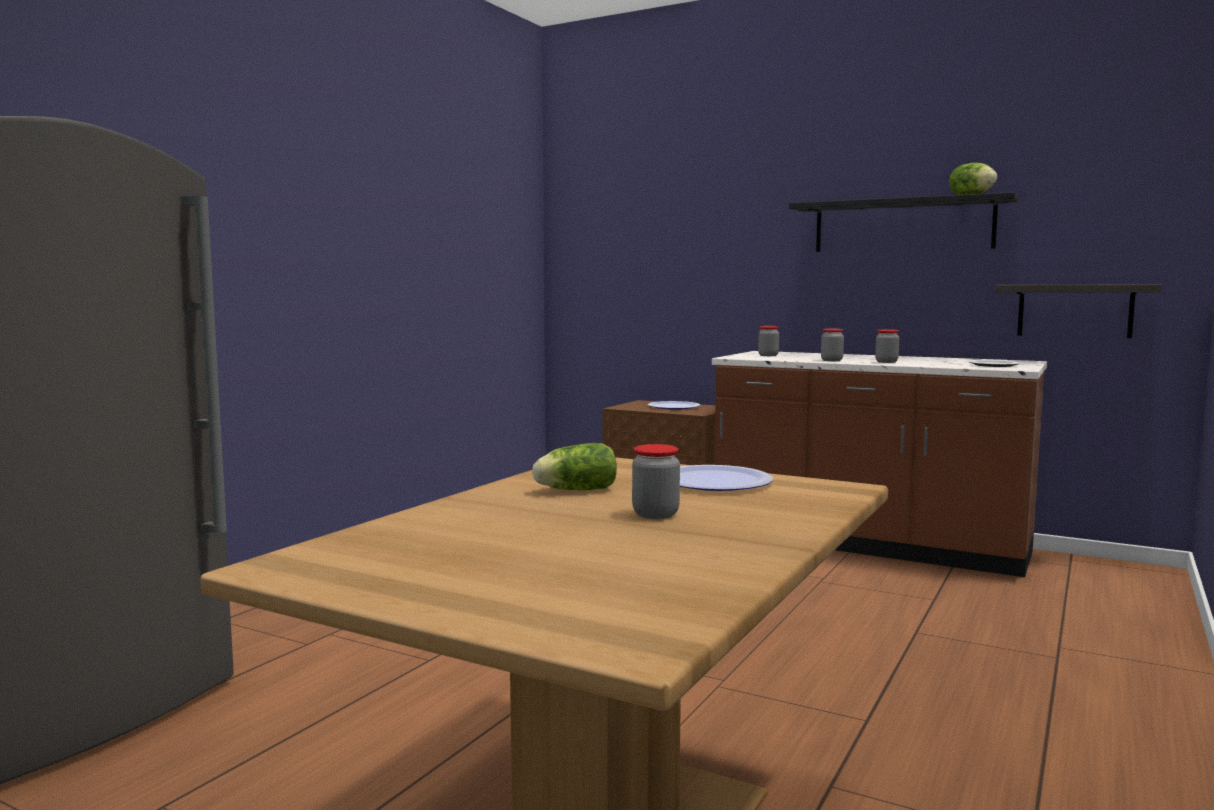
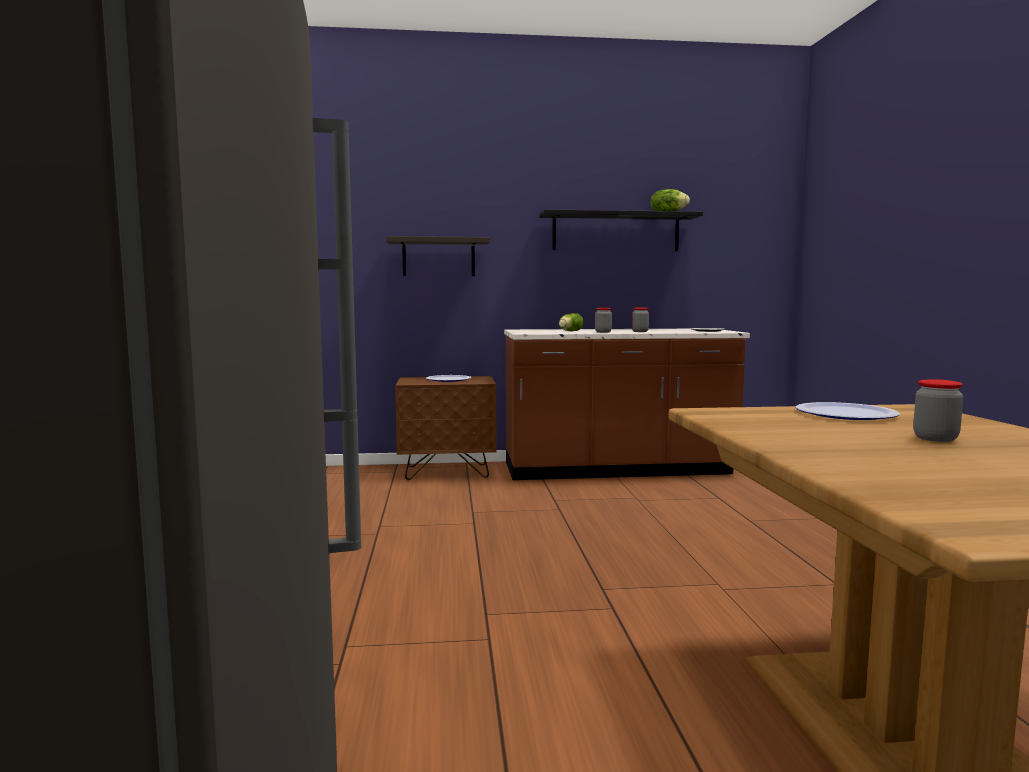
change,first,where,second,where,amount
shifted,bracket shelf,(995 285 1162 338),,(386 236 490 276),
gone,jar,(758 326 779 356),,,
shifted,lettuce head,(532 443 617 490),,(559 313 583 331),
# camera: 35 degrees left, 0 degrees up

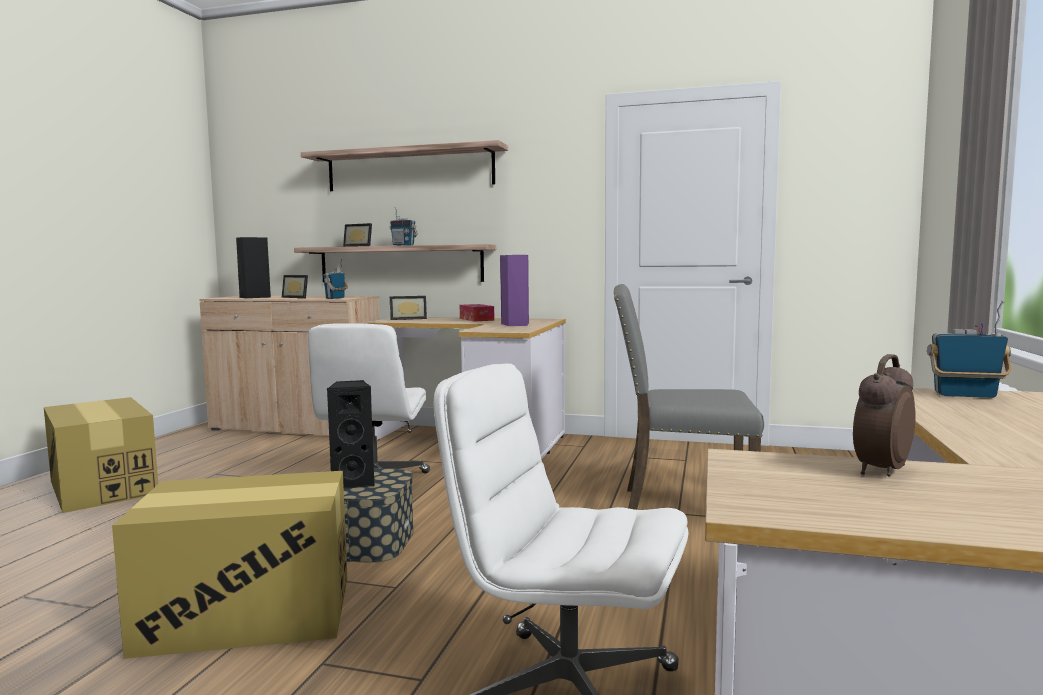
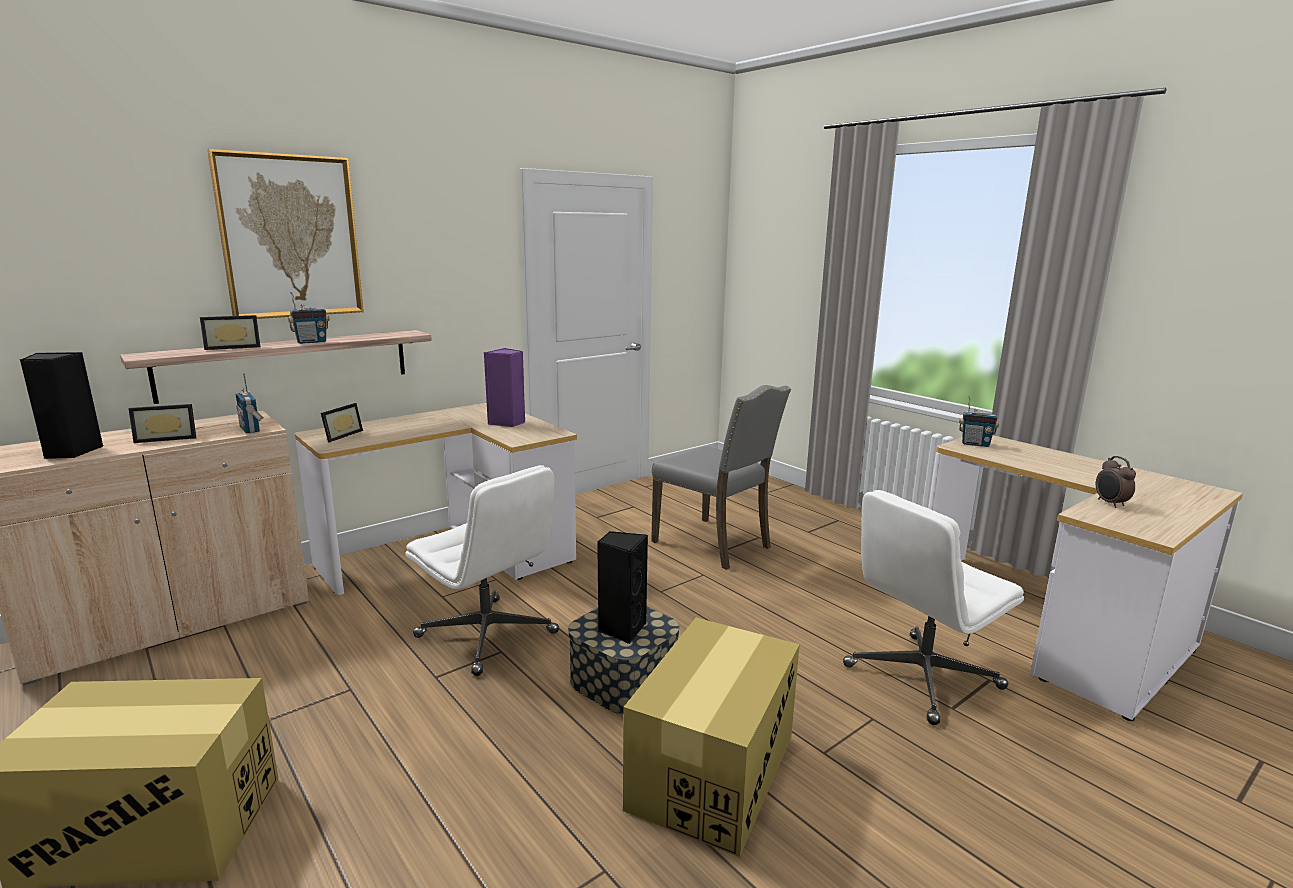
change,first,where,second,where,amount
swapped,bracket shelf,(301 140 508 191),picture,(207 149 364 319),
rotated,gray upright chair,(614 284 764 510),,(651 385 791 570),90 degrees counterclockwise
rotated,radio receiver,(927 301 1011 398),,(959 396 999 447),120 degrees counterclockwise
gone,tissue box,(460 304 494 322),,,
# camera: 55 degrees left, 10 degrees up

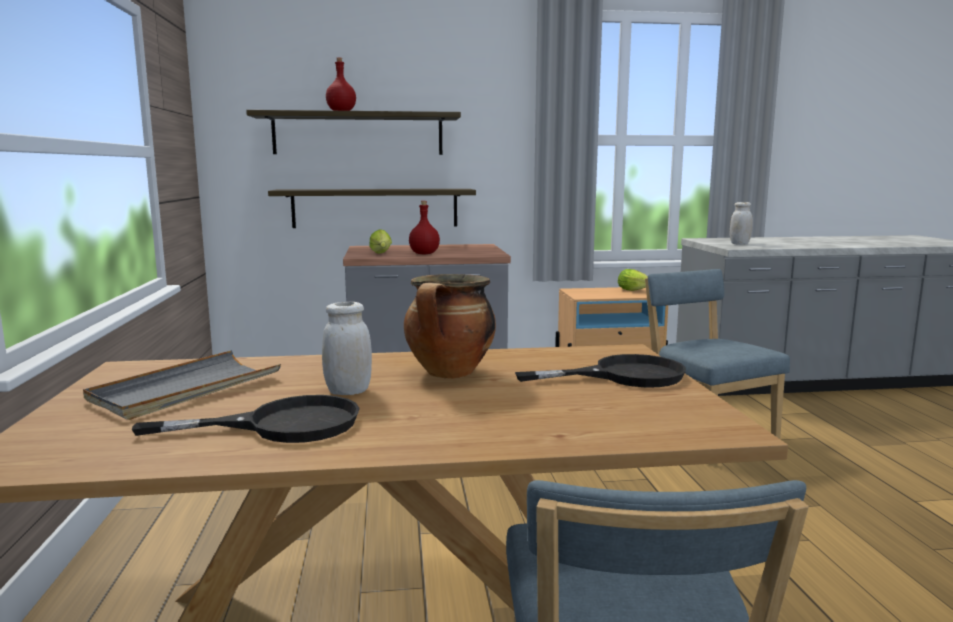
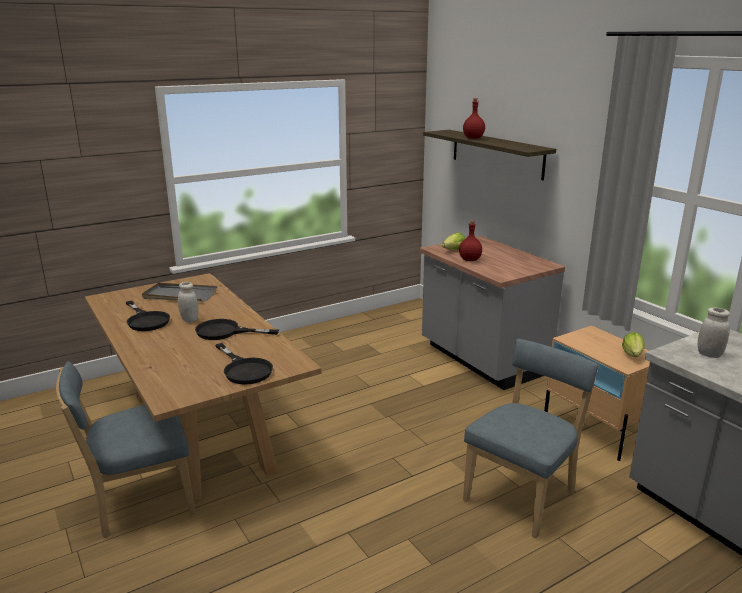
change,first,where,second,where,amount
gone,bracket shelf,(268 189 476 228),,,
swapped,cooking pot,(404 274 496 379),black pan,(195 319 279 340),
# camera: 65 degrees right, 10 degrees up

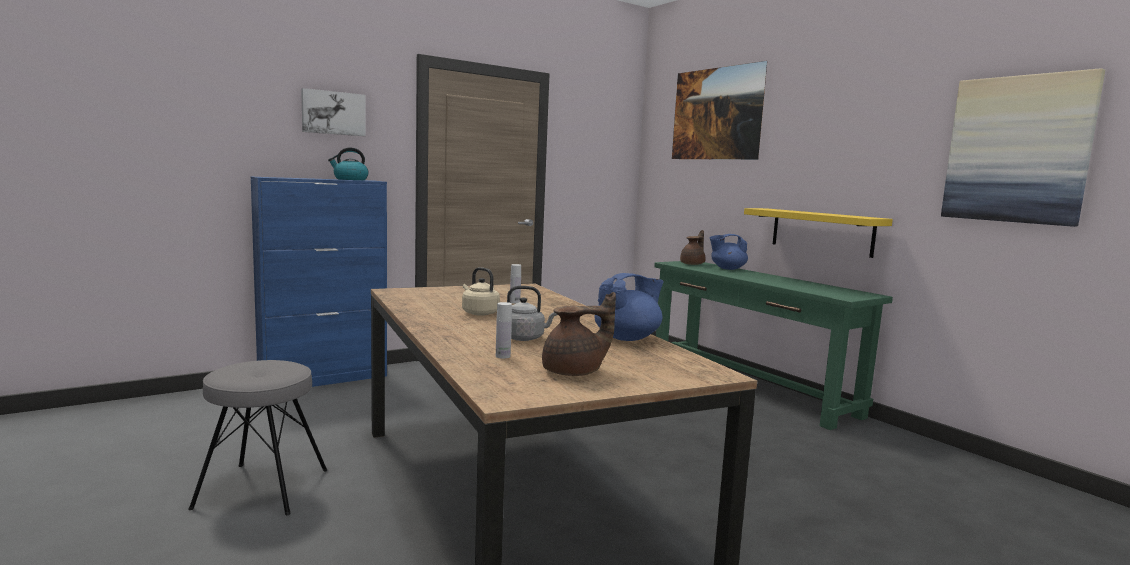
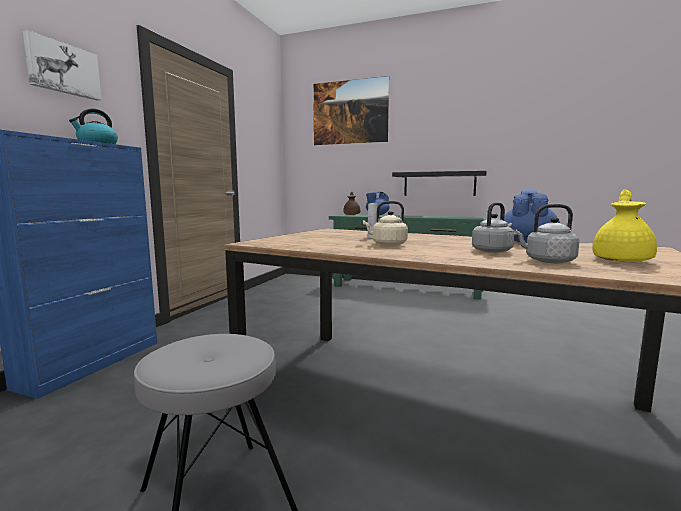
change,first,where,second,where,amount
gone,picture,(941 68 1105 227),,,
repainted,yellow-coloured bracket shelf,(744 208 893 258),black bracket shelf,(392 171 487 196),
repainted,brownish tea pot,(542 292 616 376),yellow-coloured tea pot,(593 189 657 262),
swapped,white-coloured beverage bottle,(496 302 512 359),gray tea kettle,(514 204 580 263),
# camera: 35 degrees left, 0 degrees up

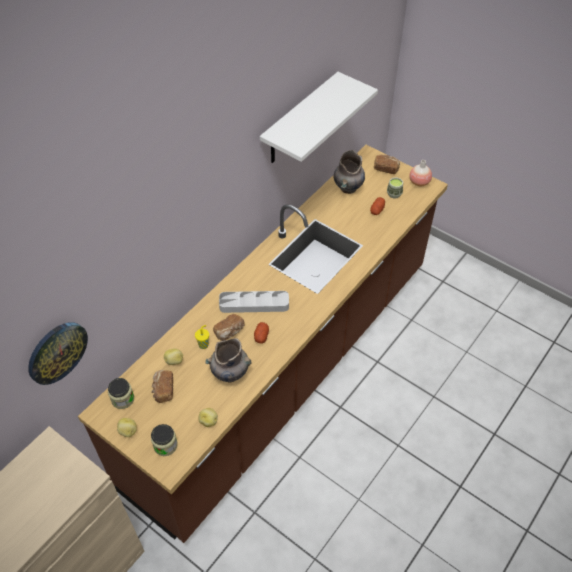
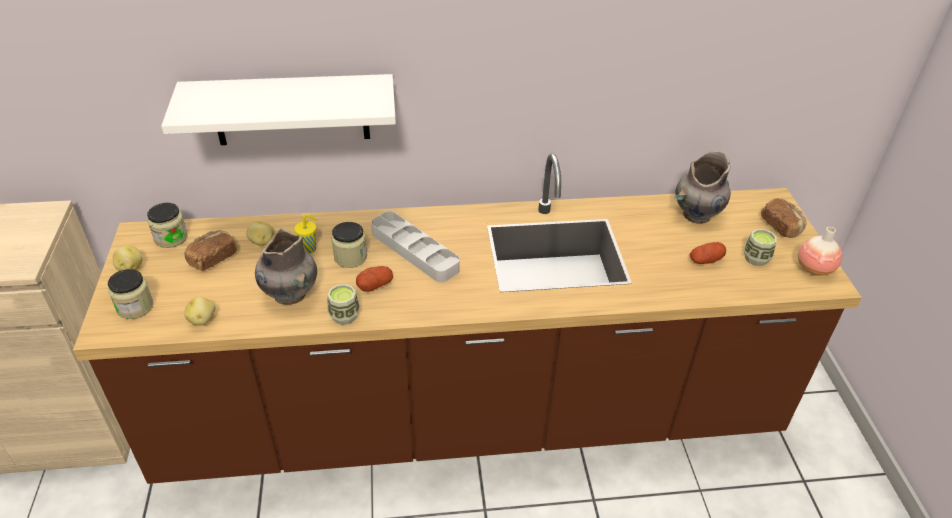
change,first,where,second,where,amount
shifted,white-coloured bracket shelf,(260 72 378 163),,(161 74 396 145),
swapped,baked bread,(213 314 245 341),jar,(332 222 367 268),
gone,hanging clock,(28 322 88 385),,,
new,,,small cup,(328 284 360 325),
# camera: 45 degrees right, 10 degrees down

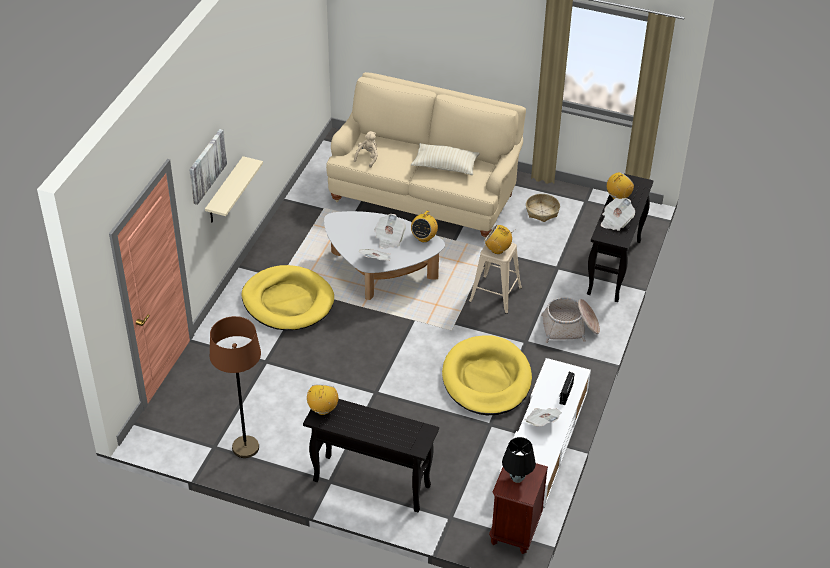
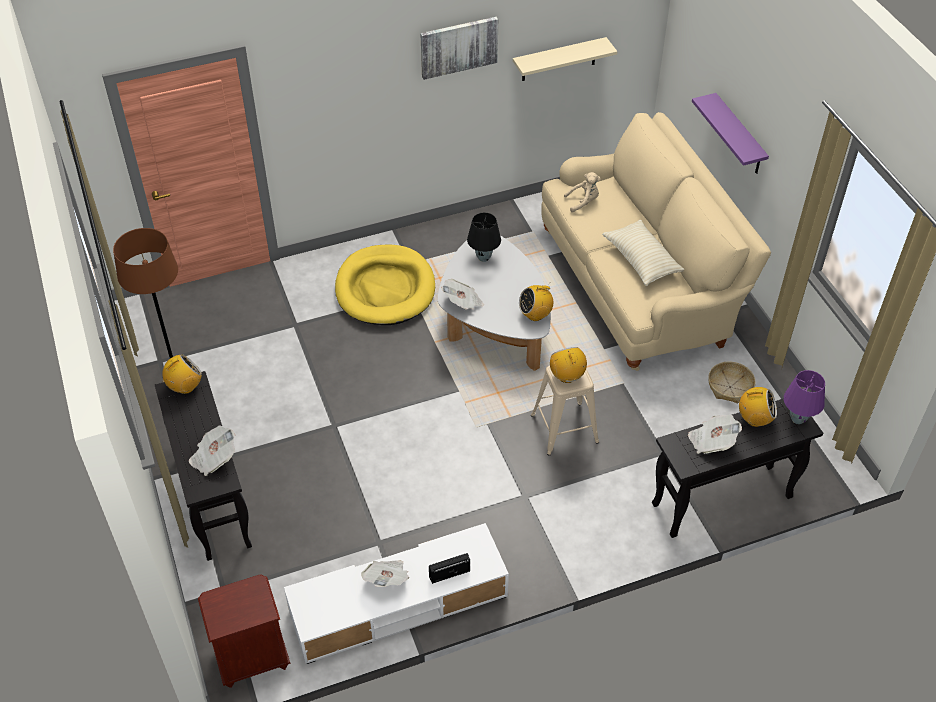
change,first,where,second,where,amount
shifted,picture,(189 129 227 205),,(420 17 498 80),
shifted,sand-coloured bracket shelf,(205 156 263 222),,(513 37 617 81),
shifted,daily paper,(374 214 406 249),,(189 425 235 476),
gone,storage basket,(541 297 600 343),,,
gone,yellow-coloured pet bed,(442 335 532 415),,,
shifted,black tabletop lamp,(502 437 536 483),,(467 212 501 262),
new,,,purple-coloured bracket shelf,(692 93 769 174),
new,,,purple-coloured tabletop lamp,(784 370 825 424),
# camera: 50 degrees right, 5 degrees up

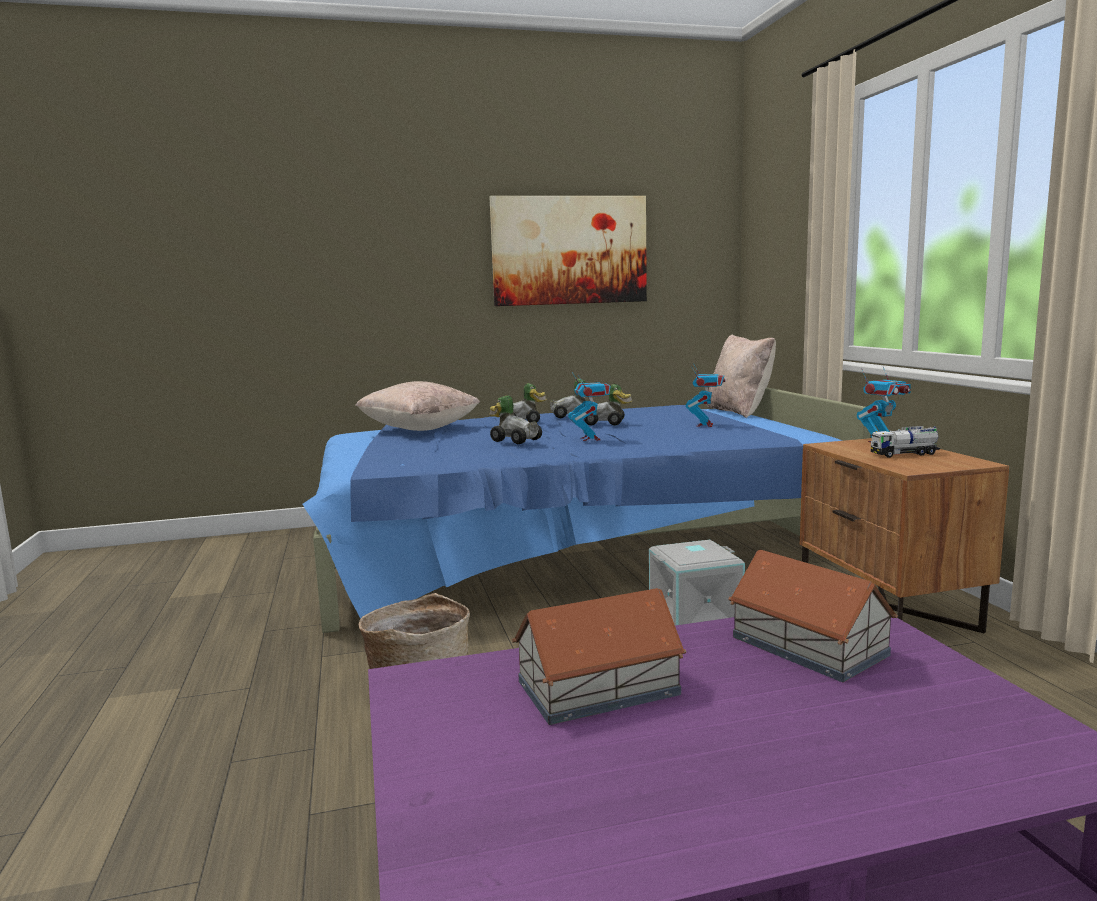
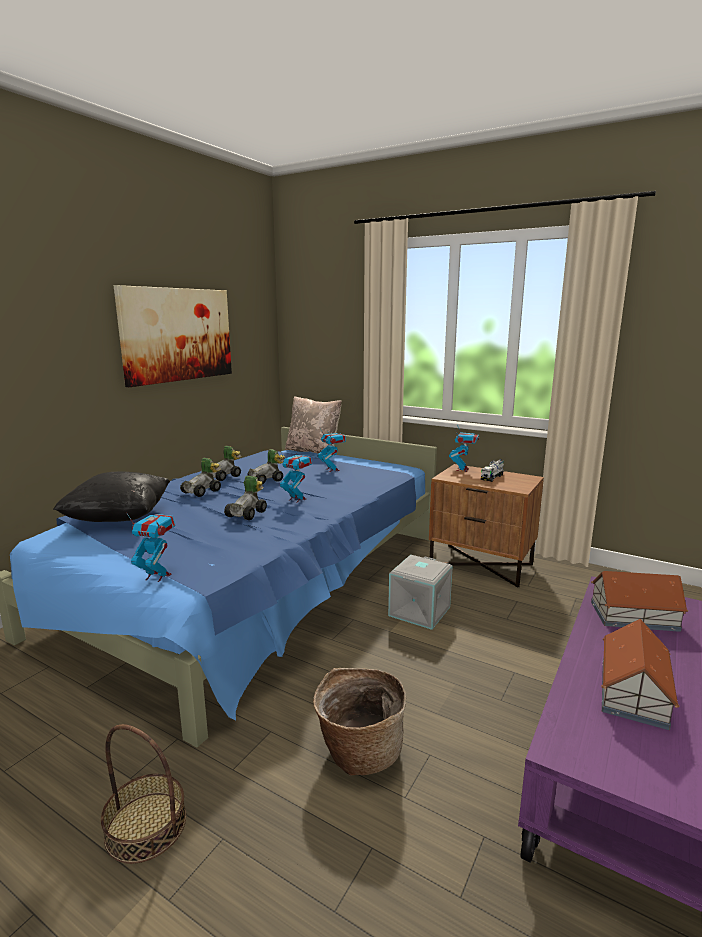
change,first,where,second,where,amount
repainted,sand-coloured cushion,(355 381 480 431),black cushion,(53 471 170 522),
rotated,miniature car,(489 396 542 444),,(224 476 267 520),120 degrees clockwise
new,,,robot figure,(127 514 176 582),
new,,,storage basket,(101 724 186 864),
# camera: 45 degrees left, 5 degrees up

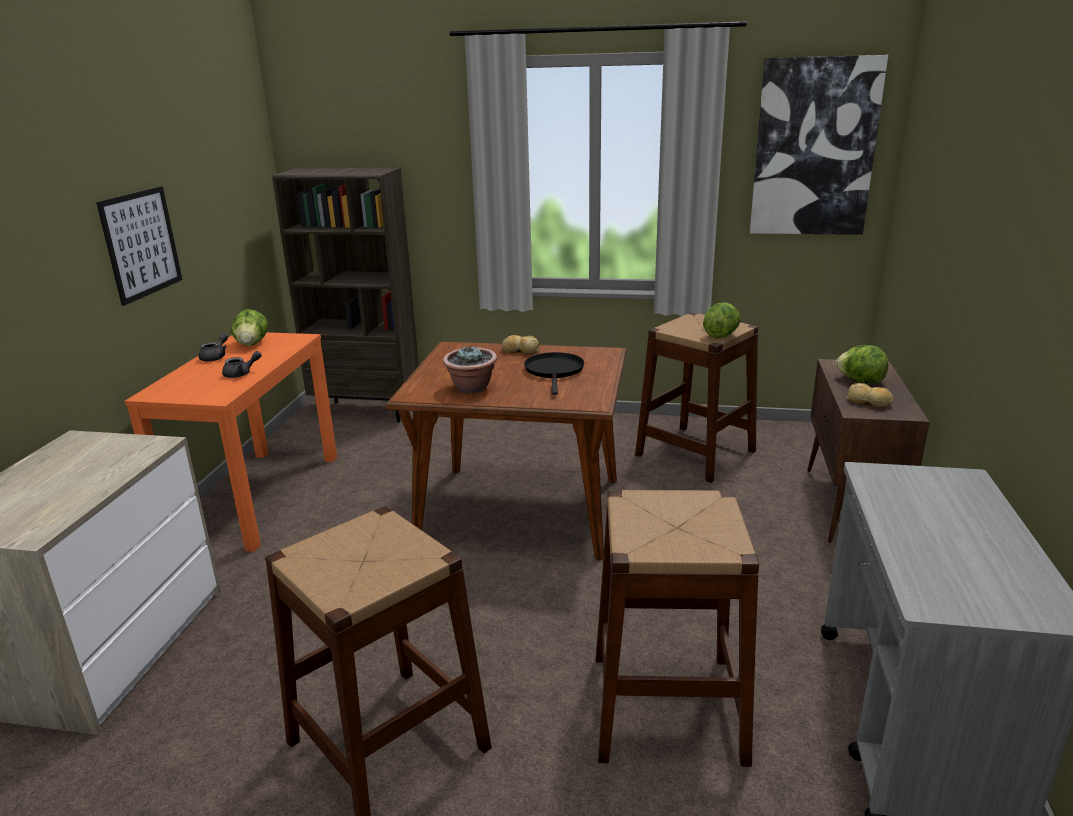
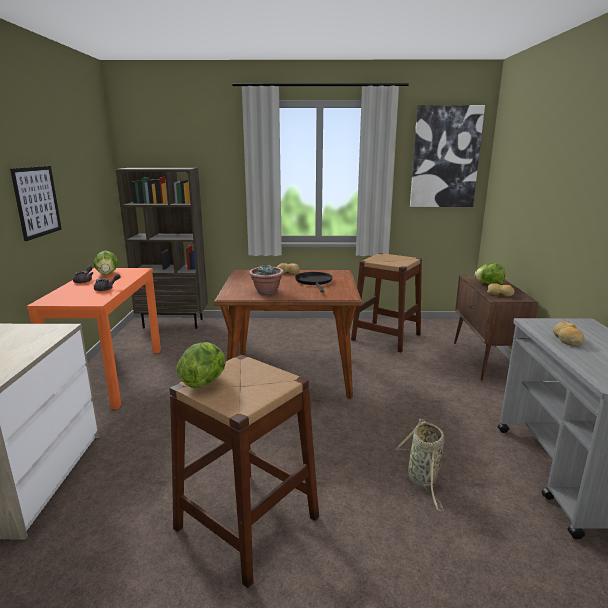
change,first,where,second,where,amount
shifted,lettuce head,(703 302 741 338),,(176 342 226 388),
swapped,brownish stool,(596 490 759 767),storage basket,(395 419 444 511),
new,,,baked bread,(553 321 585 346),
# camera: 10 degrees left, 5 degrees down

